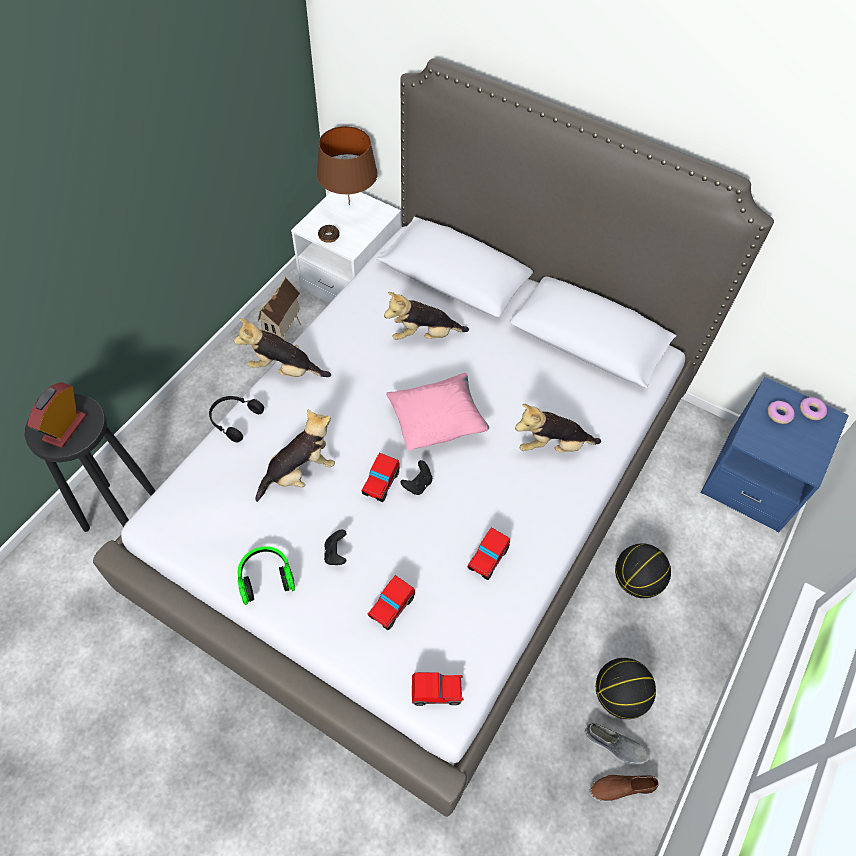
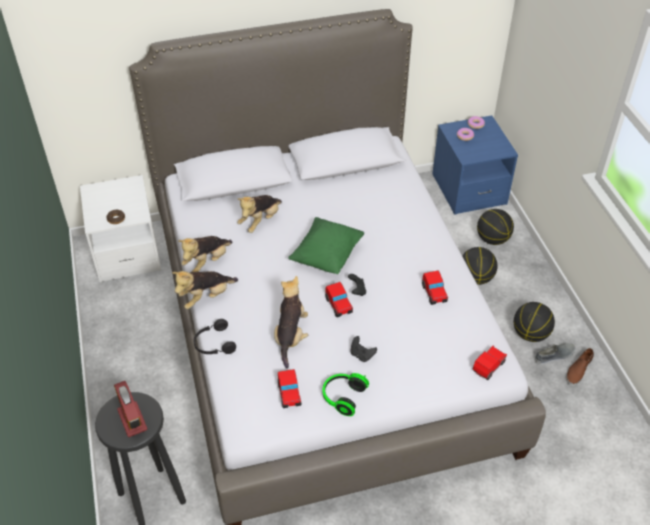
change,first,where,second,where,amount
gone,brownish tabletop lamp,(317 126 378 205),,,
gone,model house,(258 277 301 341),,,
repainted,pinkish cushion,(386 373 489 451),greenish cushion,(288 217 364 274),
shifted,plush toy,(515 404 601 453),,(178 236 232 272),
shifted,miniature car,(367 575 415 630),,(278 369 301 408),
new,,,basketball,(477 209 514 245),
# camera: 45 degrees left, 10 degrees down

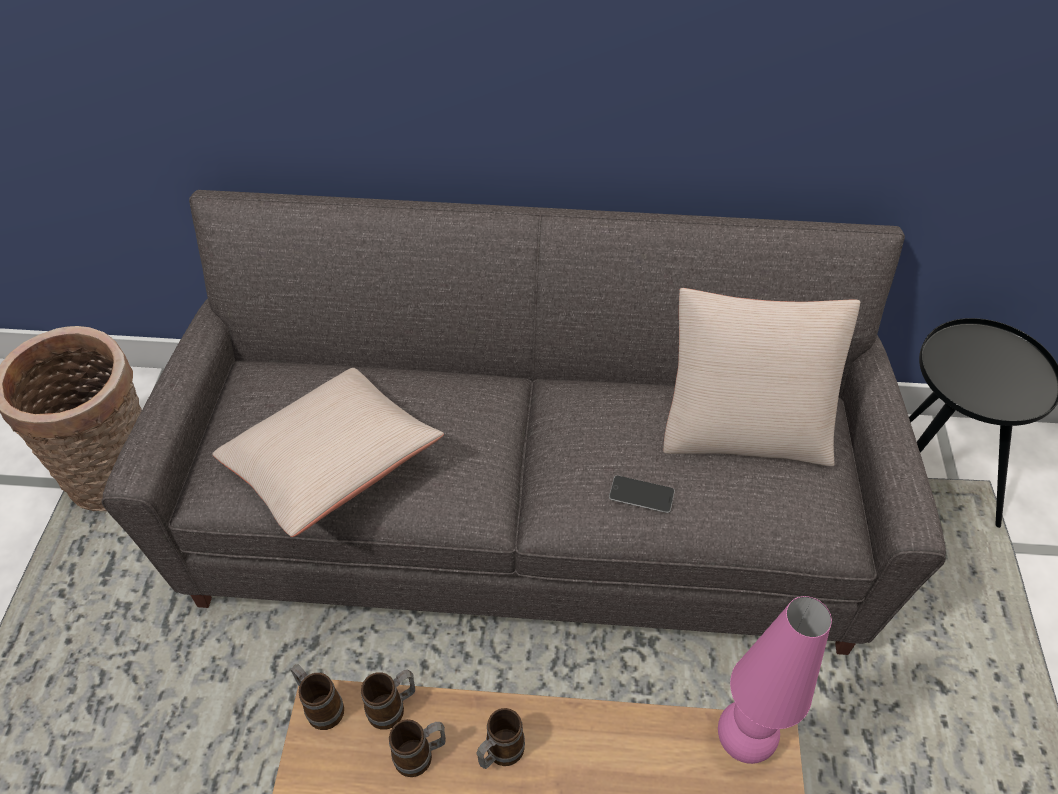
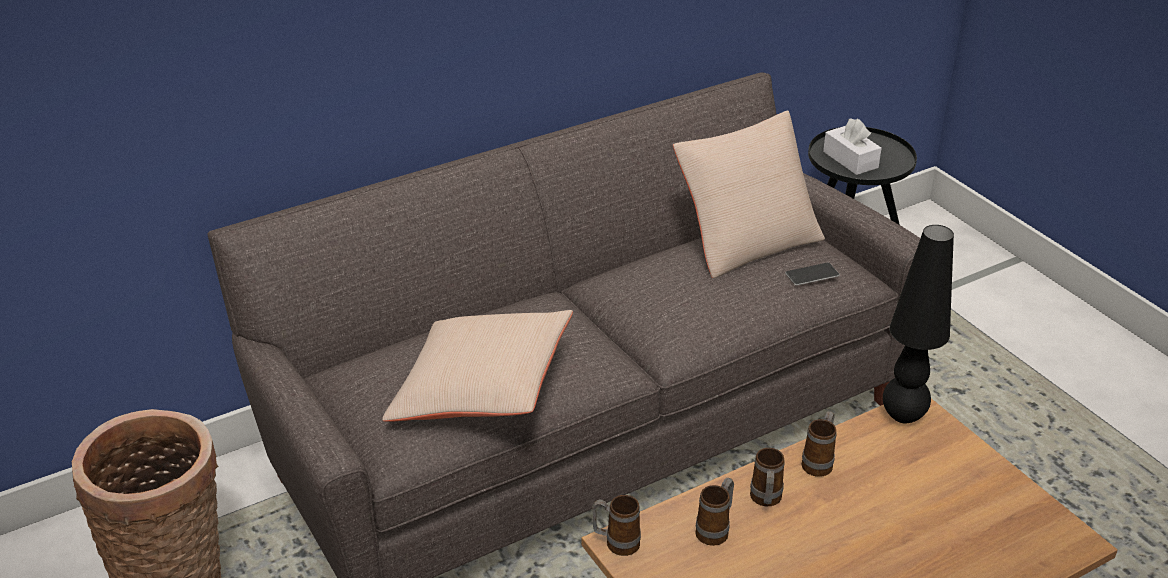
change,first,where,second,where,amount
shifted,phone,(609 475 675 513),,(785 262 840 285),
repainted,pinkish tabletop lamp,(718 596 832 764),black tabletop lamp,(883 225 954 423),
shifted,tea mug,(361 670 415 730),,(802 411 837 477),
new,,,white-coloured tissue box,(823 118 882 175),
# camera: 35 degrees left, 15 degrees down

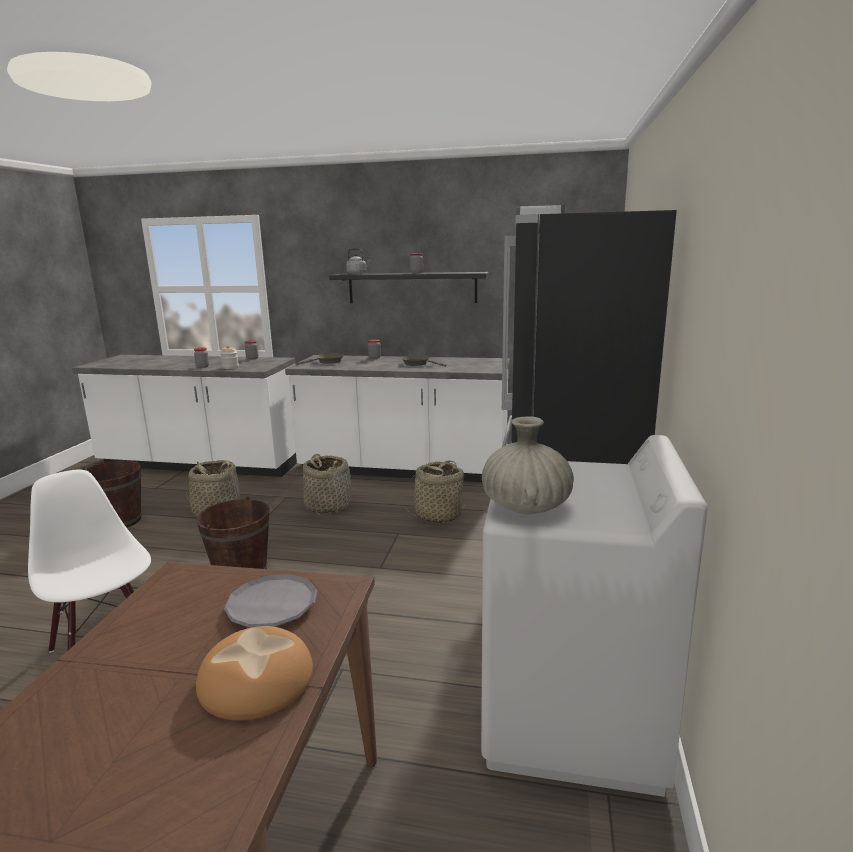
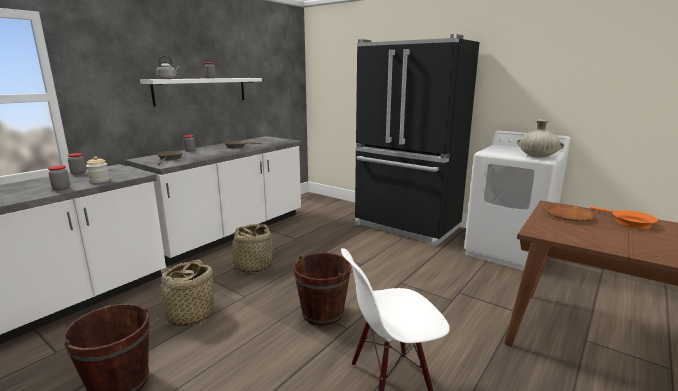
change,first,where,second,where,amount
repainted,black bracket shelf,(329 272 489 303),white-coloured bracket shelf,(140 78 262 106),
gone,storage basket,(403 460 466 524),,,
repainted,gray dinner plate,(224 574 317 628),brownish dinner plate,(546 205 595 221),
swapped,baked bread,(196 626 313 720),orange-coloured pan,(590 206 658 229),
# camera: 65 degrees left, 0 degrees up

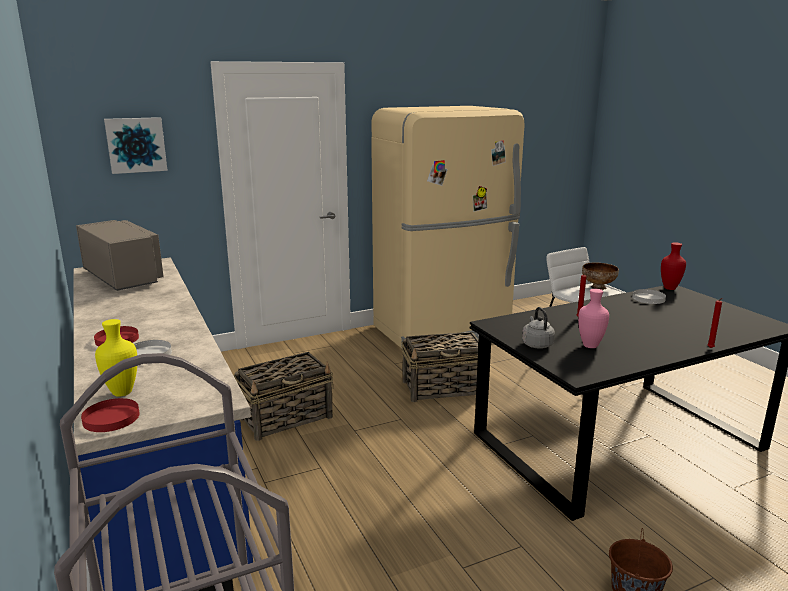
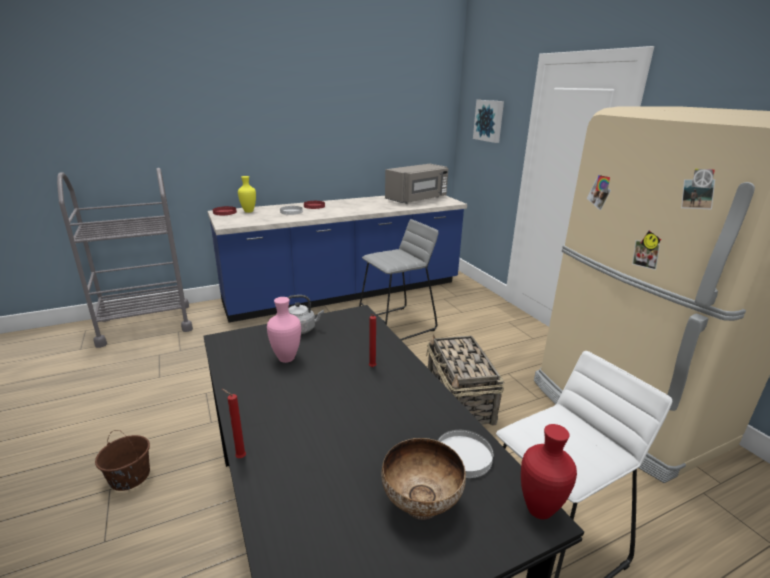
change,first,where,second,where,amount
shifted,bowl,(582 263 619 290),,(381 438 466 520),
swapped,storage basket,(234 352 333 441),gray stool,(359 219 438 340),
# camera: 90 degrees right, 5 degrees up

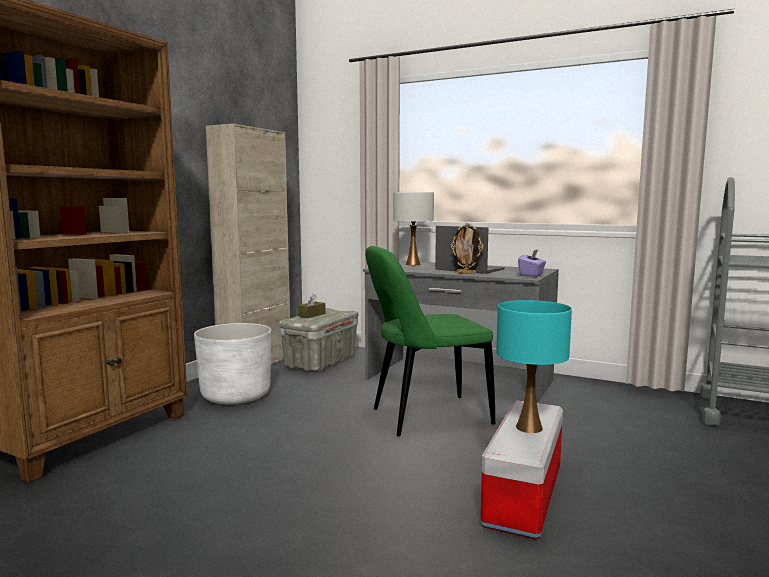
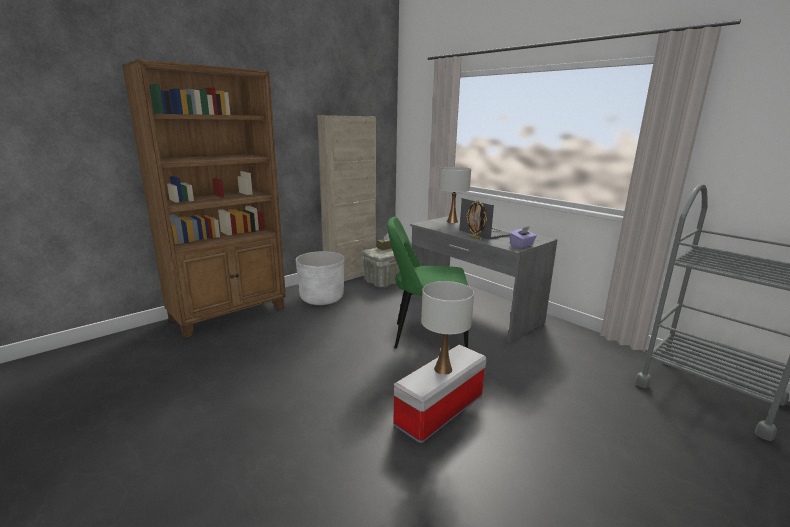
change,first,where,second,where,amount
repainted,turquoise tabletop lamp,(496 300 572 433),white-coloured tabletop lamp,(421 281 474 375),
# camera: 20 degrees right, 10 degrees up

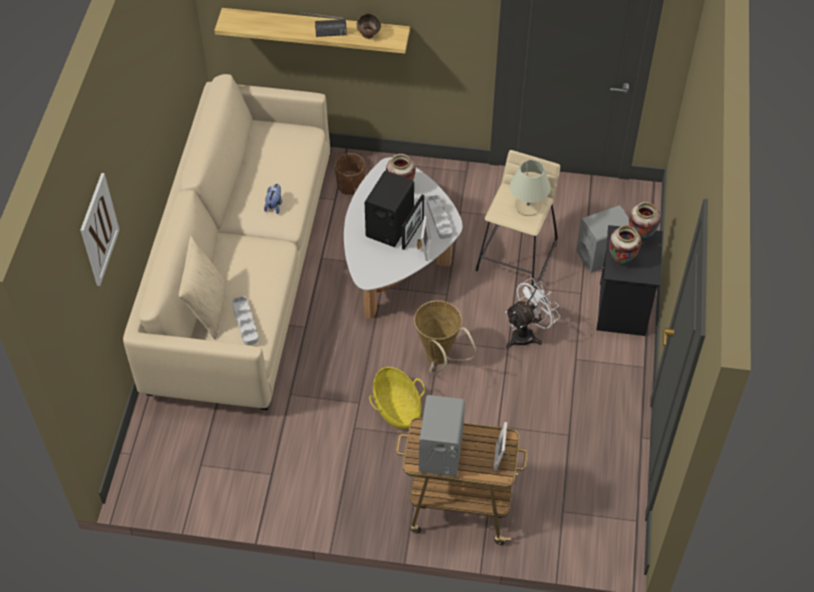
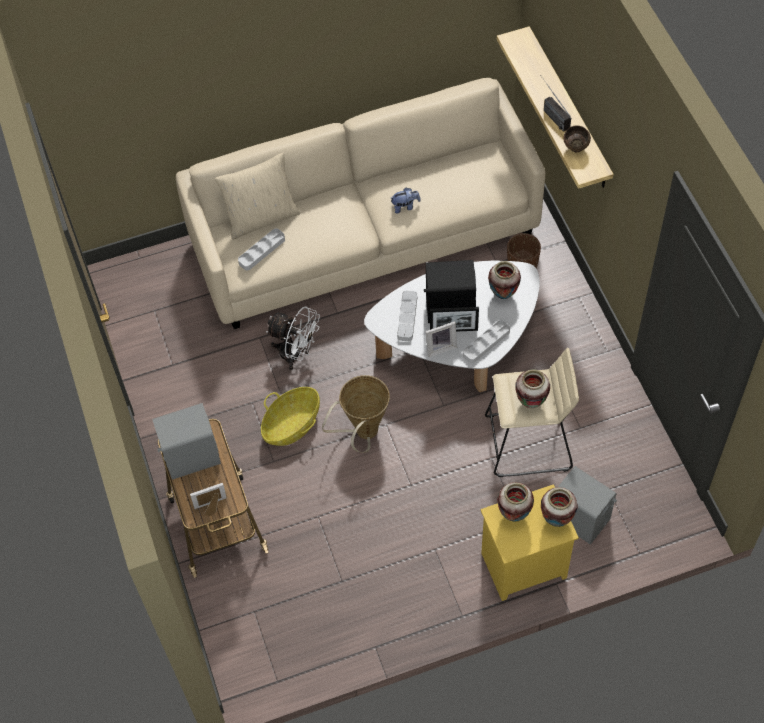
change,first,where,second,where,amount
swapped,sand-coloured tabletop lamp,(510 160 551 216),flower vase,(515 369 550 408),
gone,picture,(80 173 119 286),,,
repainted,black bedside table,(597 225 663 336),yellow-coloured bedside table,(480 484 579 601),
shifted,white-coloured cooling fan,(505 278 560 348),,(266 306 320 370),
new,,,gray tray,(397 291 417 341),
# camera: 65 degrees right, 5 degrees up

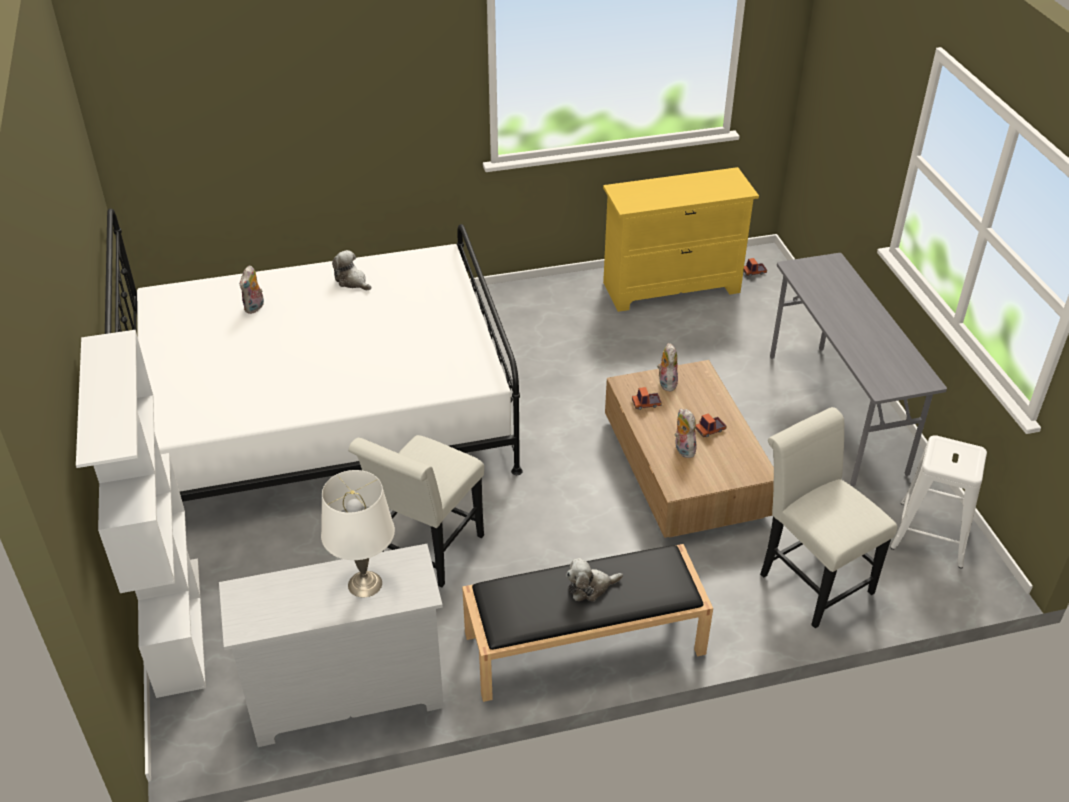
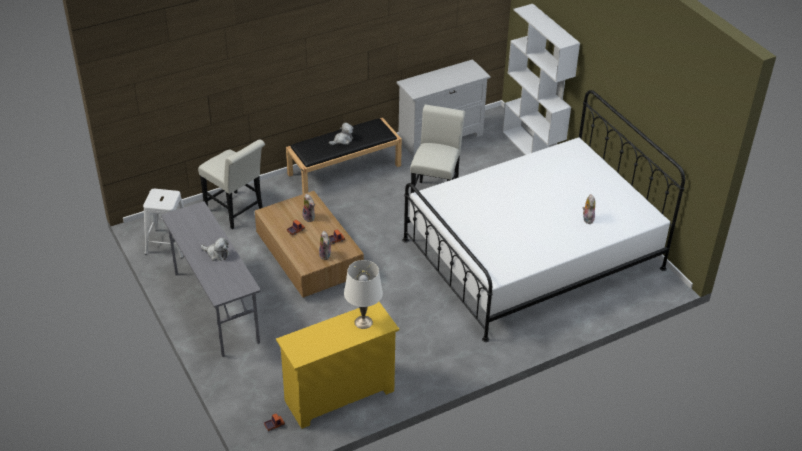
change,first,where,second,where,amount
shifted,plush toy,(332 250 371 290),,(201 238 230 261),
shifted,white-coloured tabletop lamp,(321 470 395 597),,(344 260 383 329),
# camera: 165 degrees right, 0 degrees up

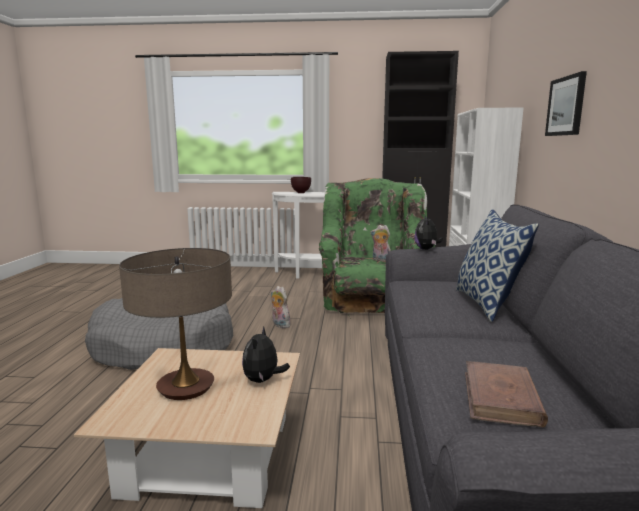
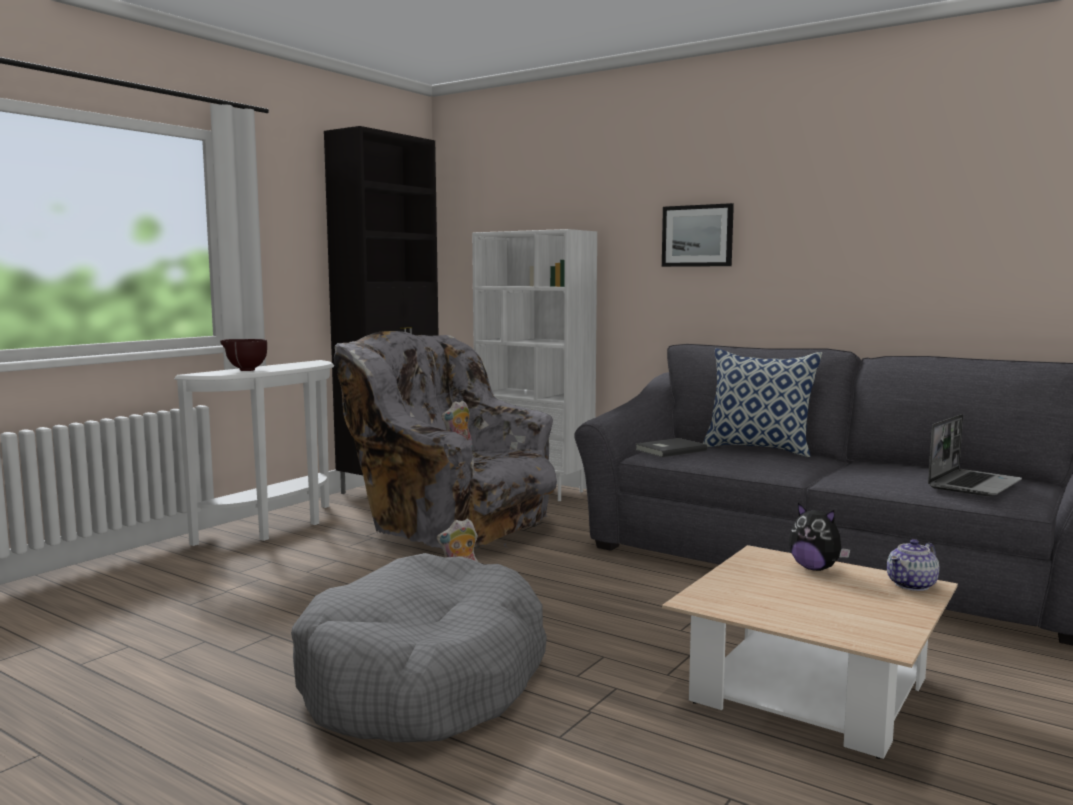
change,first,where,second,where,amount
repainted,greenish easy chair,(319 178 435 313),gray easy chair,(334 331 557 549),
gone,plush toy,(414 214 443 250),,,
gone,tabletop lamp,(119 248 232 400),,,
swapped,brownish volume,(465 361 548 428),laptop,(928 414 1022 496),
new,,,gray volume,(635 438 707 457),
new,,,tea pot,(887 539 939 591),
# camera: 60 degrees left, 5 degrees down

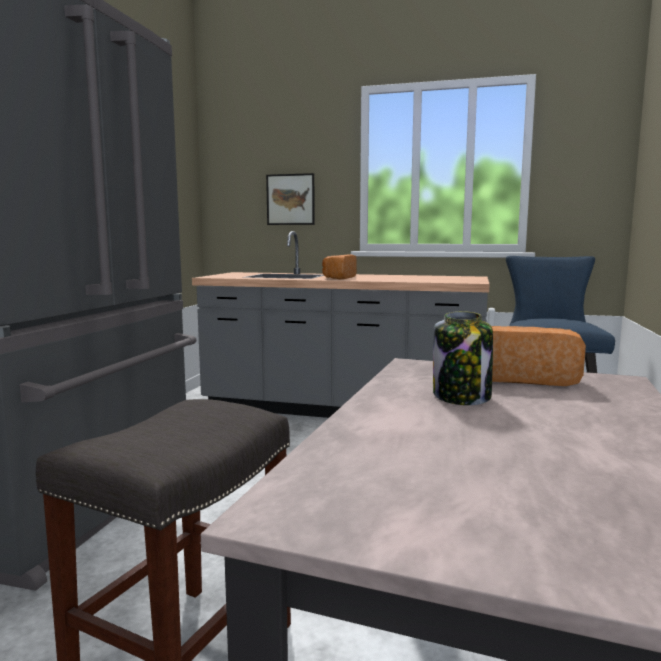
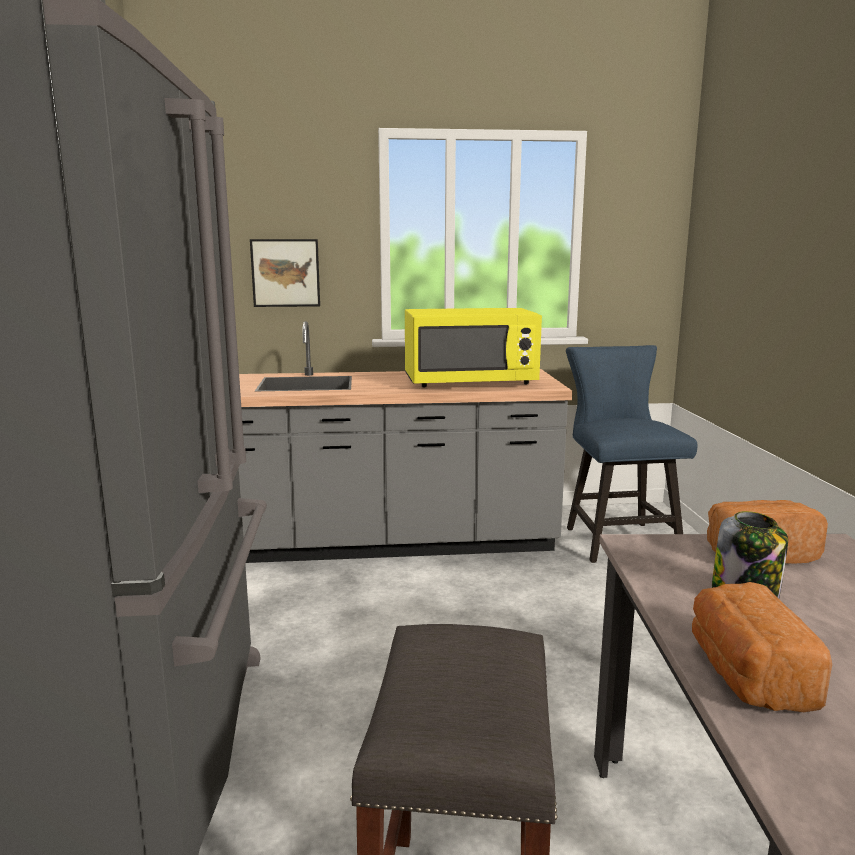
change,first,where,second,where,amount
shifted,baked bread,(322 255 357 279),,(692 582 832 712),
new,,,yellow-coloured kitchen microwave,(405 308 542 387),
# camera: 20 degrees left, 5 degrees up

